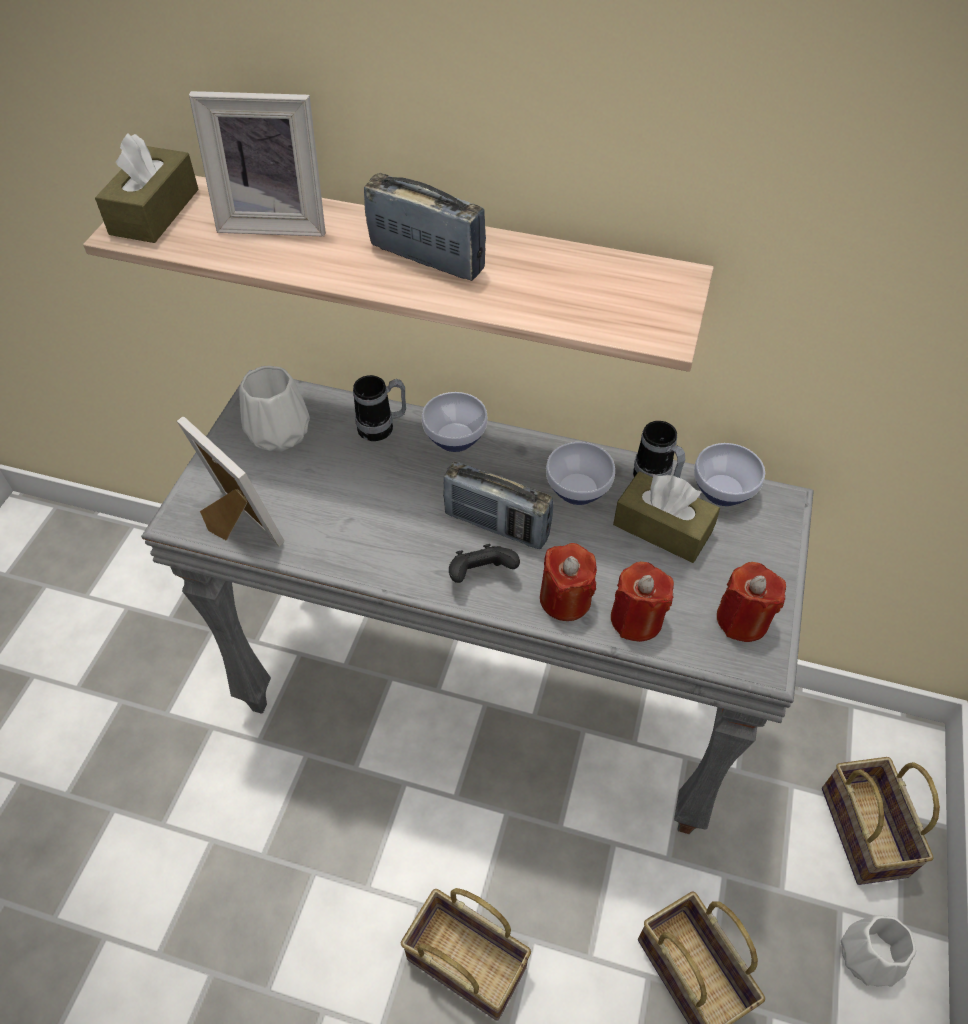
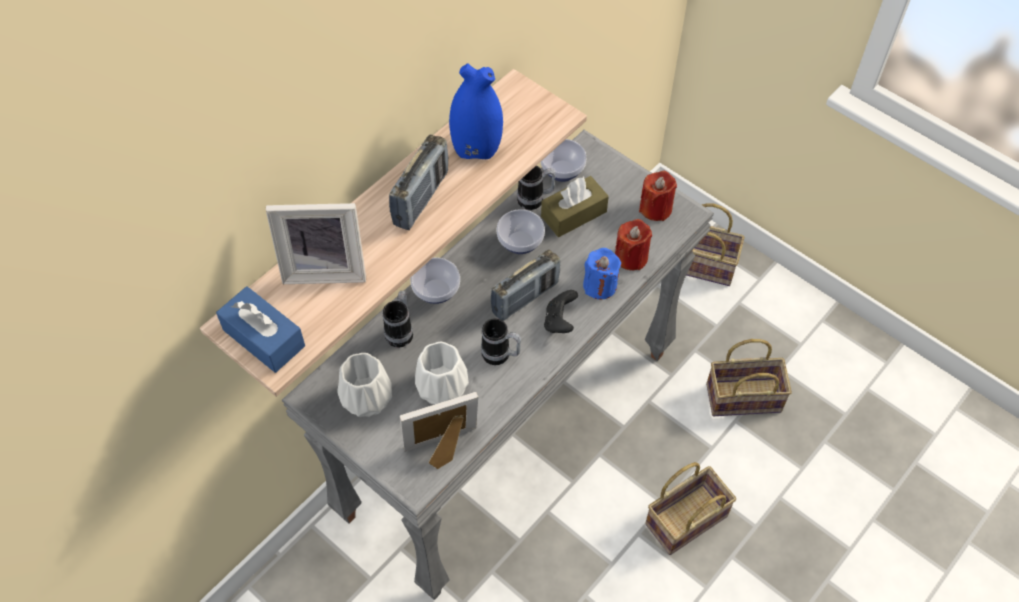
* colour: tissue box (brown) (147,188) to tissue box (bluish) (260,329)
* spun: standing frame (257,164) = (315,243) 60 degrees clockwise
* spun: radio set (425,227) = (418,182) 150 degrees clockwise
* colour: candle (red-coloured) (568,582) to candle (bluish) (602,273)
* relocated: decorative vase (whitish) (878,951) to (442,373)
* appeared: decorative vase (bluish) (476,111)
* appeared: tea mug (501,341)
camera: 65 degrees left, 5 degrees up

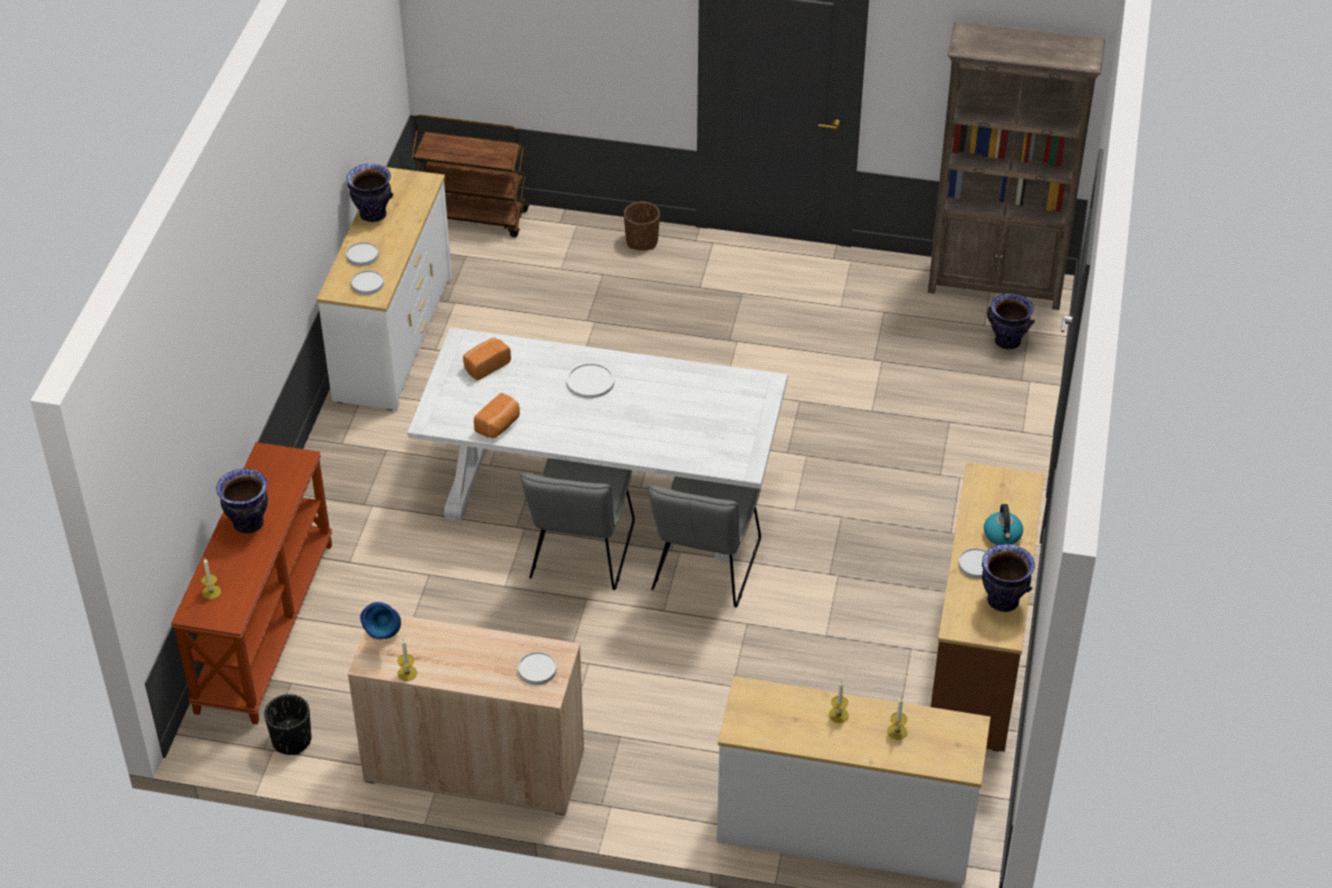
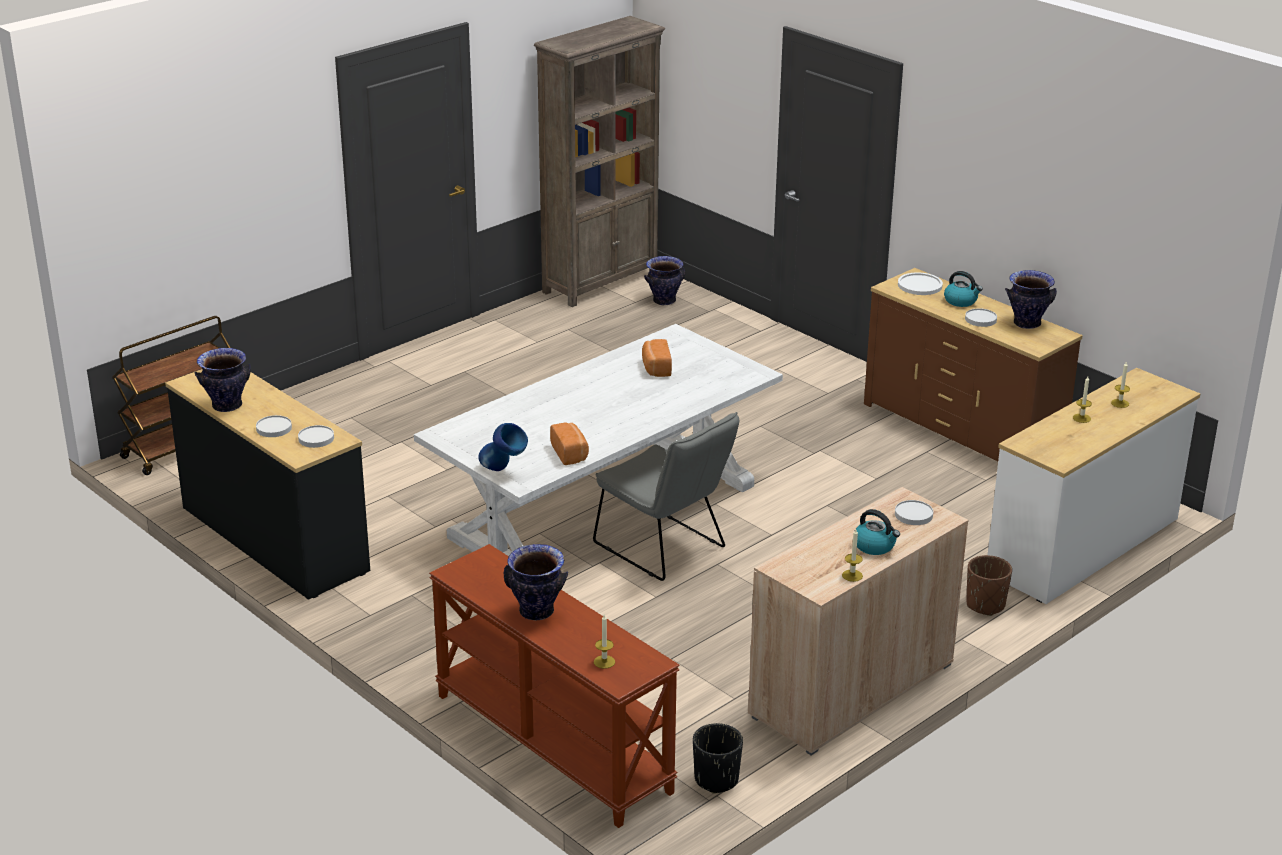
* colour: drawer chest (whitish) (384,288) to drawer chest (blackish) (267,484)
* relocated: decorative vase (bluish) (380,620) to (503,447)
* relocated: bakery bread (487,359) to (657,358)
* relocated: dinner plate (whitish) (590,380) to (920,283)
* relocated: planter (brown) (642,226) to (989,585)
* missing: chair (greyish) (704,542)
* appeared: kettle (878,532)
camera: 55 degrees left, 15 degrees down

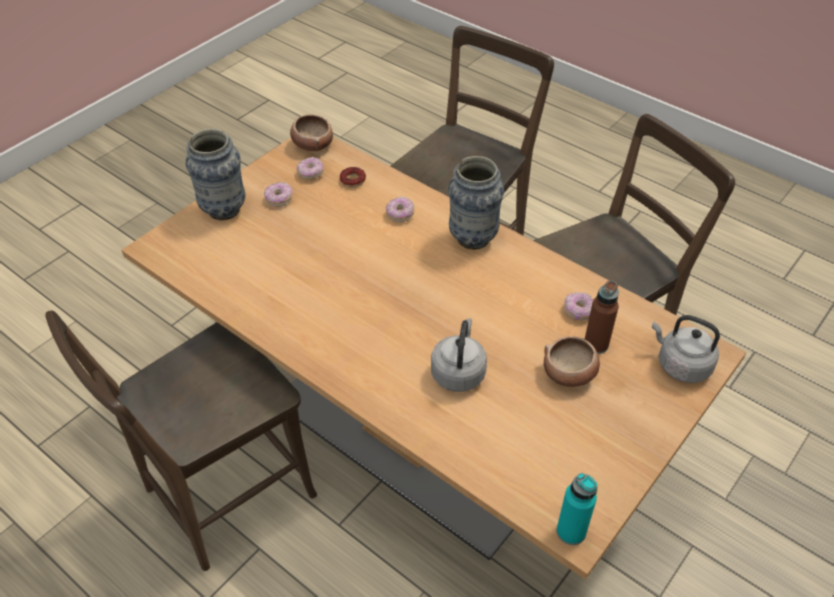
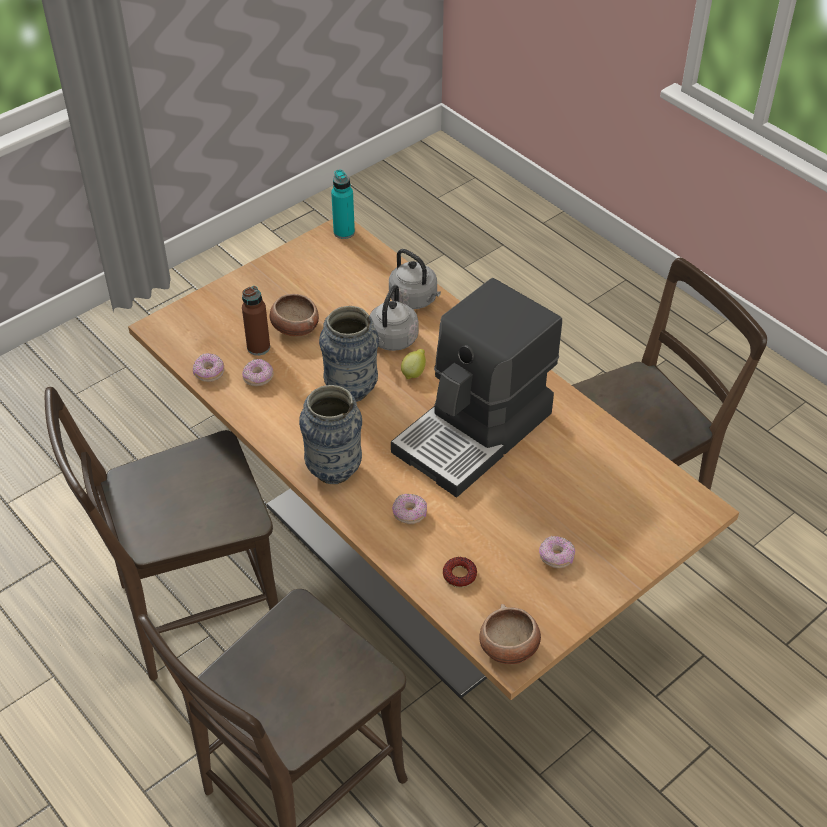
* relocated: decorative vase (215,174) to (349,354)
* relocated: doughnut (310,168) to (209,367)
* relocated: kettle (greyish) (686,349) to (415,279)
* appeared: coffee brewer (476,387)
* appeared: whole lemon (413,364)
camera: 170 degrees left, 0 degrees up

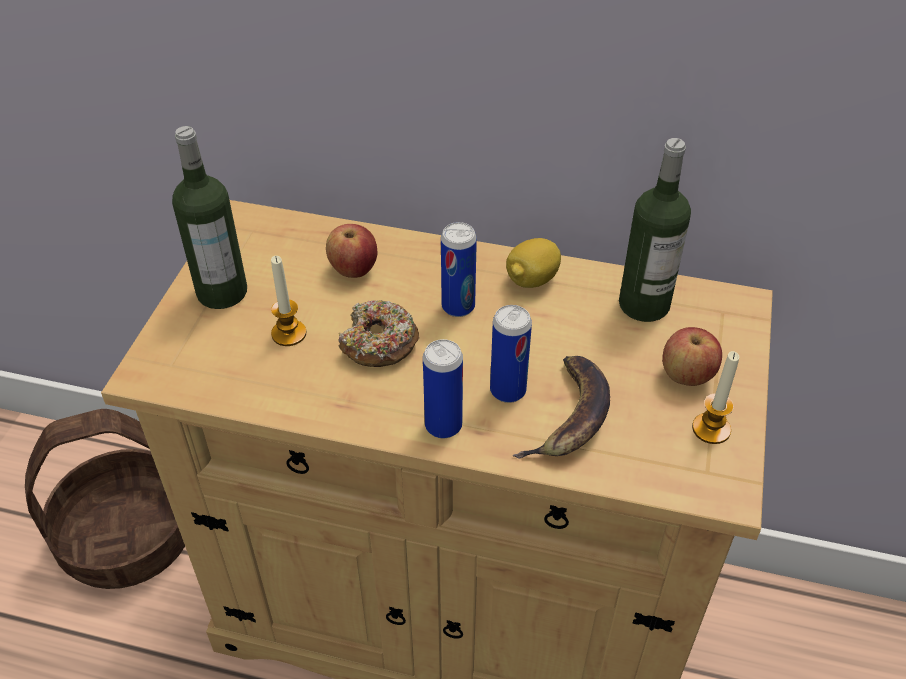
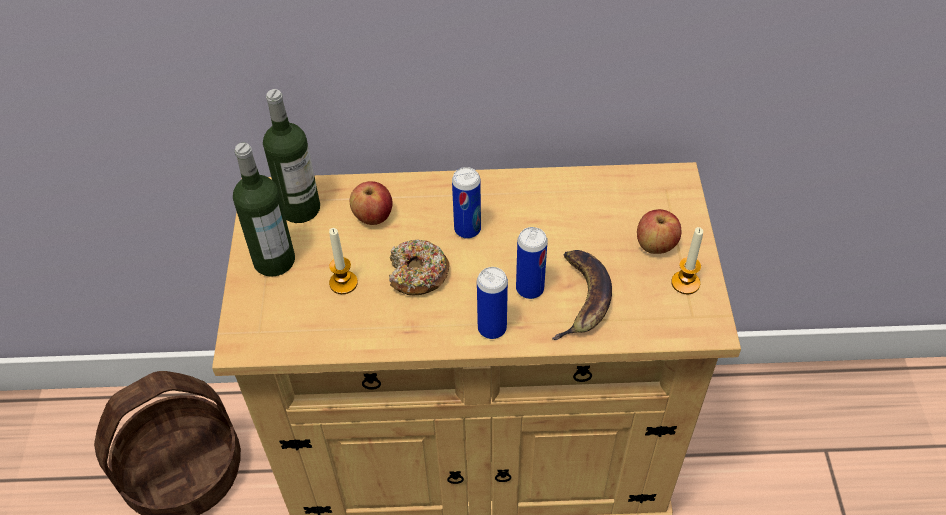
* missing: whole lemon (533,263)
* relocated: drink bottle (655,230) to (291,156)
camera: 15 degrees left, 5 degrees up

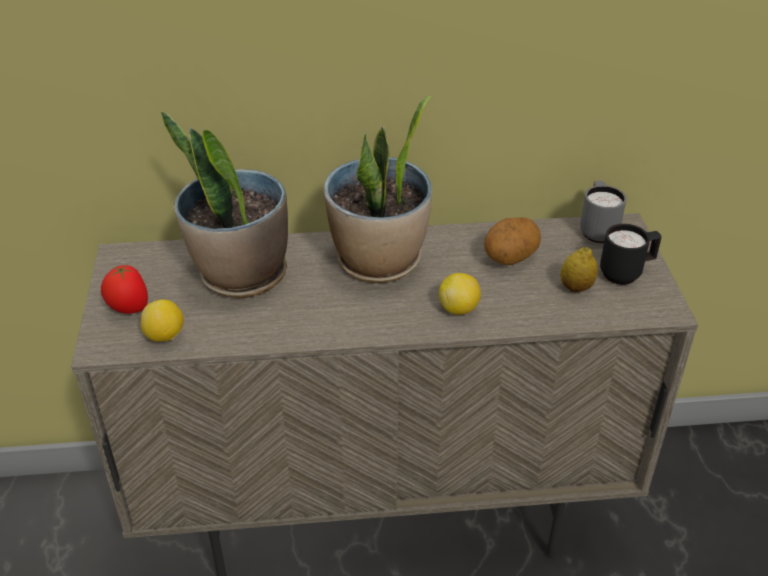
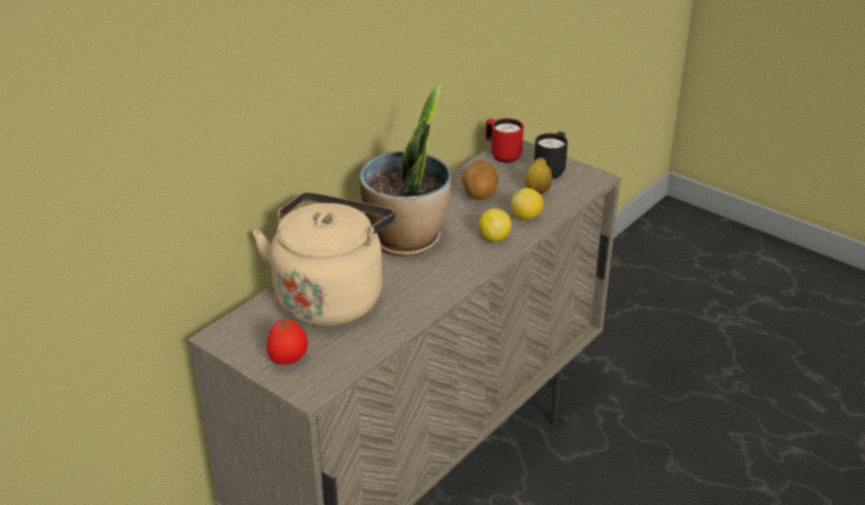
* relocated: whole lemon (162,320) to (527,204)
* exchanged: potted plant (224,204) to kettle (beige-coloured) (323,259)
* colour: tea mug (greyish) (603,212) to tea mug (red-coloured) (505,140)
camera: 45 degrees left, 5 degrees down

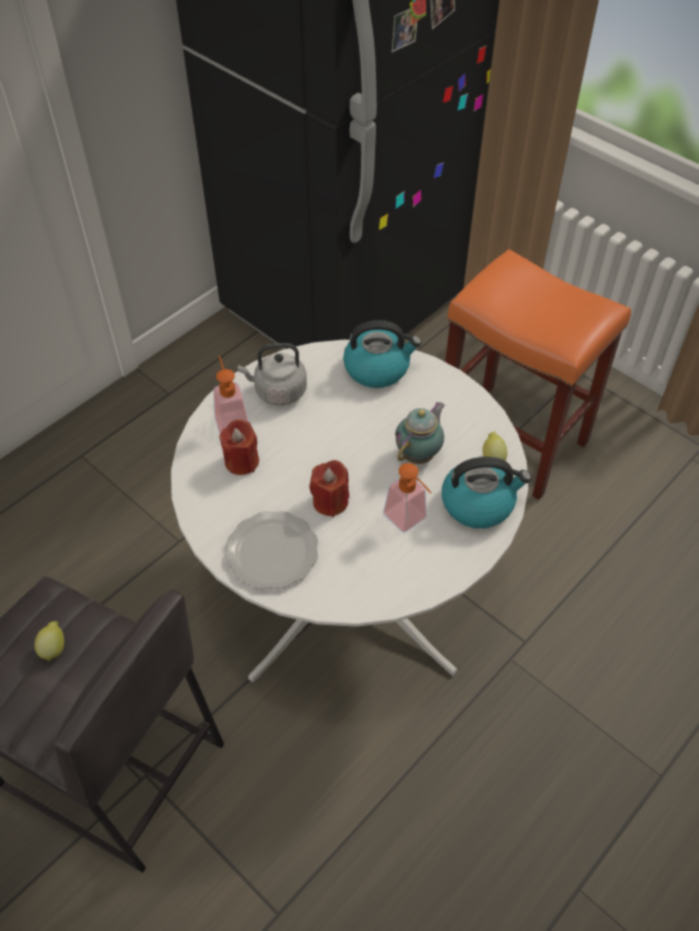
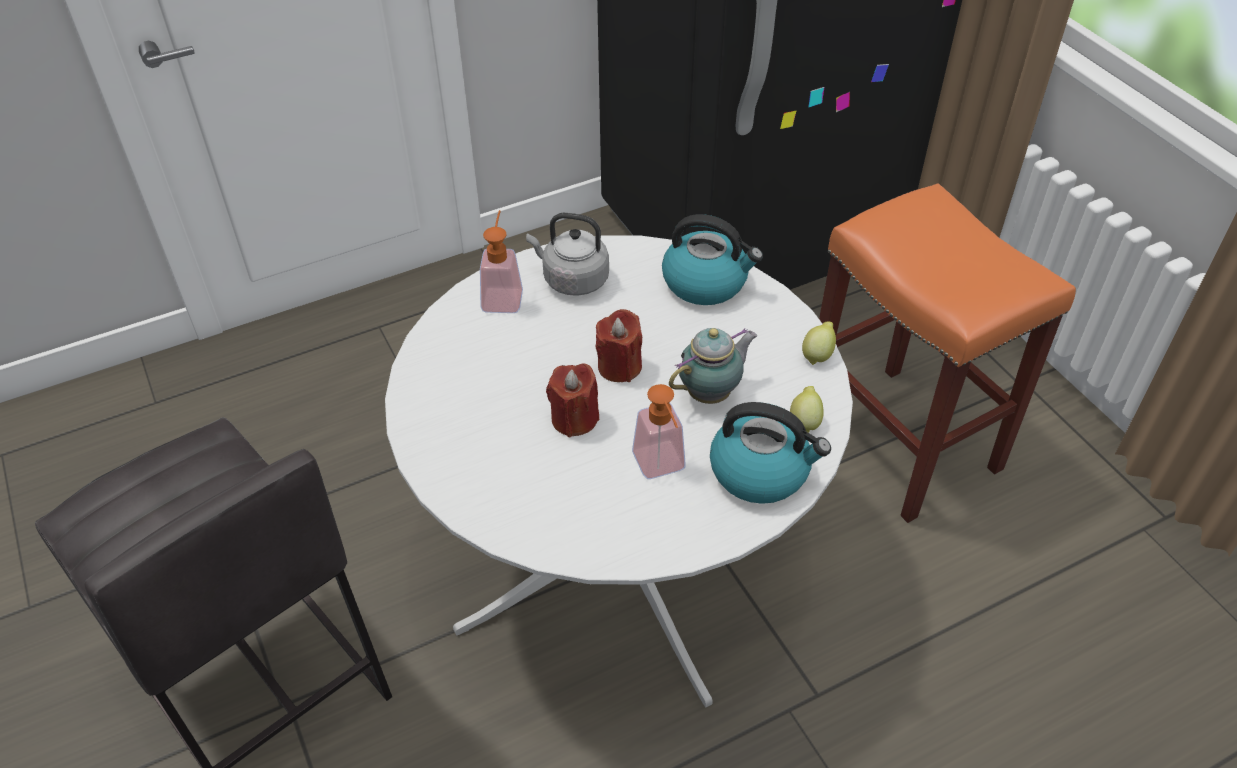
* relocated: whole lemon (49,641) to (819,343)
* relocated: candle (red-coloured) (239,447) to (619,345)
* missing: dinner plate (272,550)
camera: 20 degrees right, 5 degrees down

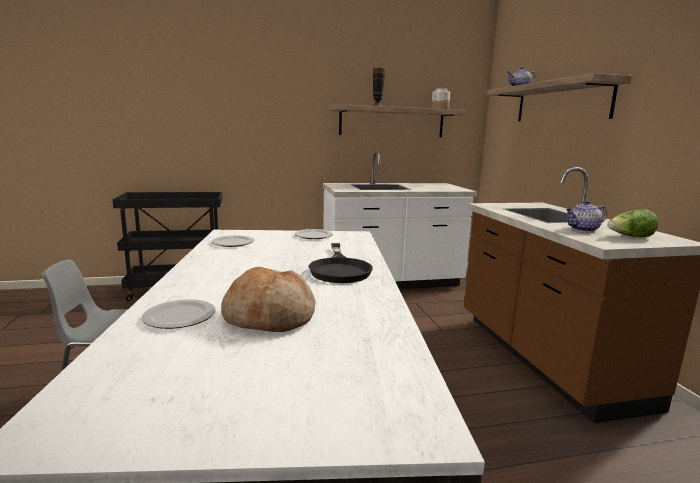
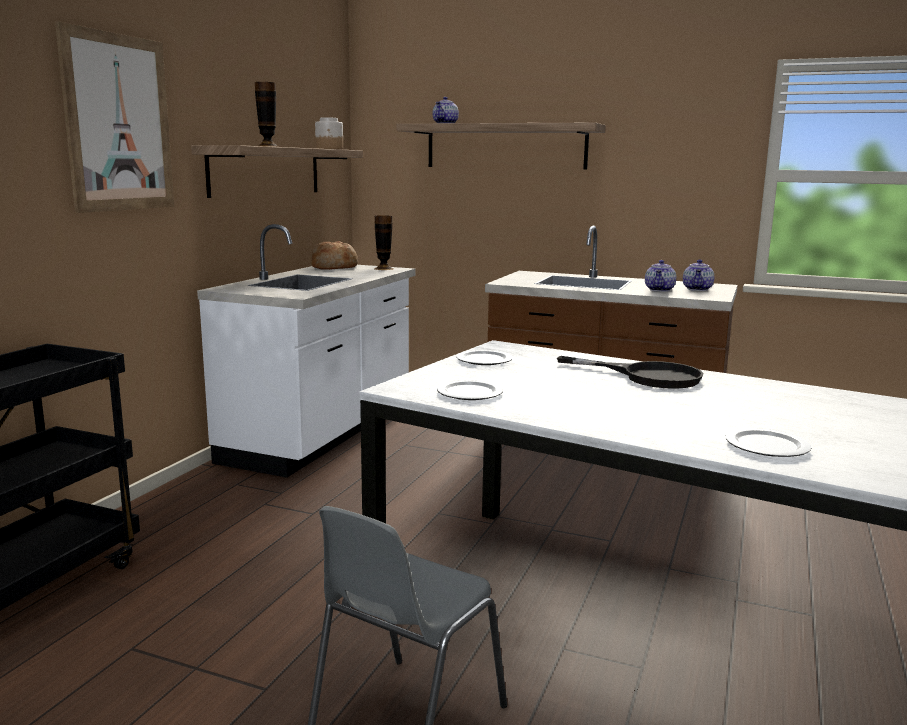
* relocated: bakery bread (268,299) to (334,255)
* exchanged: lettuce head (633,223) to pot for tea (698,275)
* appeared: picture (115,117)
* appeared: decorative vase (383,242)
camera: 55 degrees left, 0 degrees up

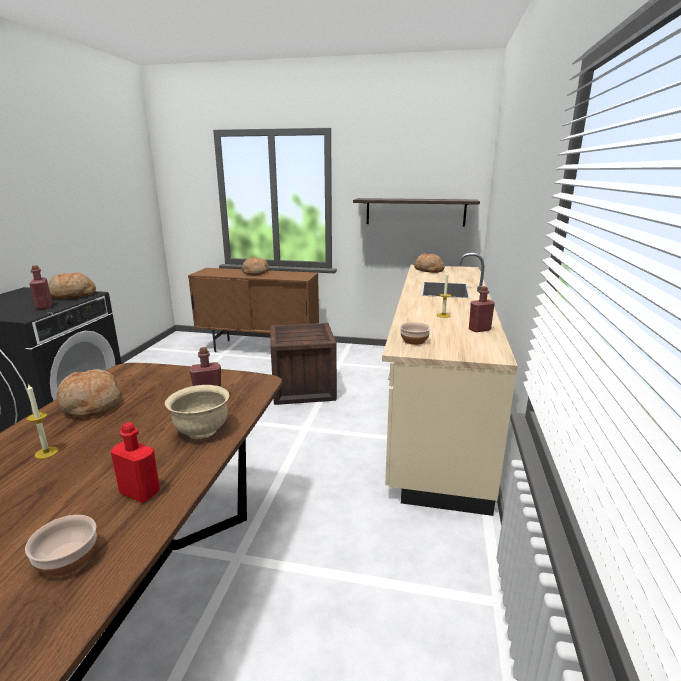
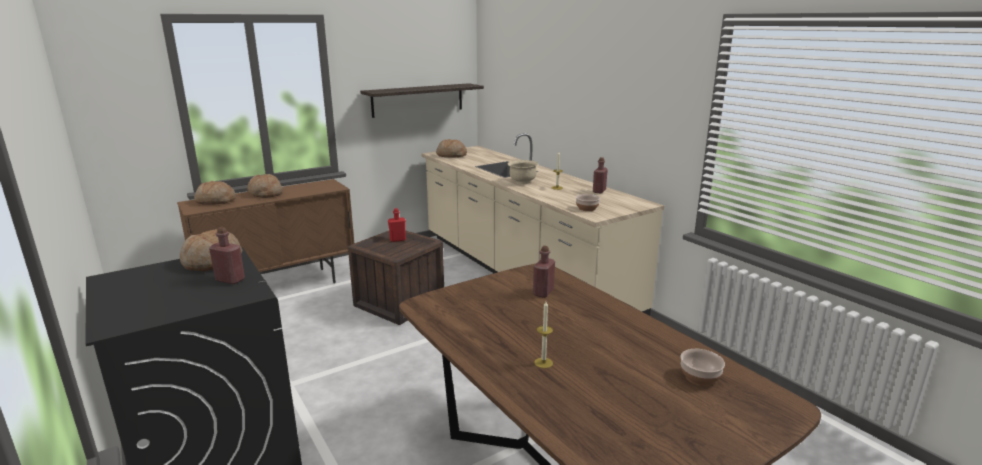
* relocated: bakery bread (88,393) to (215,193)
* relocated: drink bottle (red-coloured) (135,462) to (397,225)
* relocated: serving bowl (beige-coloured) (197,412) to (523,172)
camera: 45 degrees left, 0 degrees up

